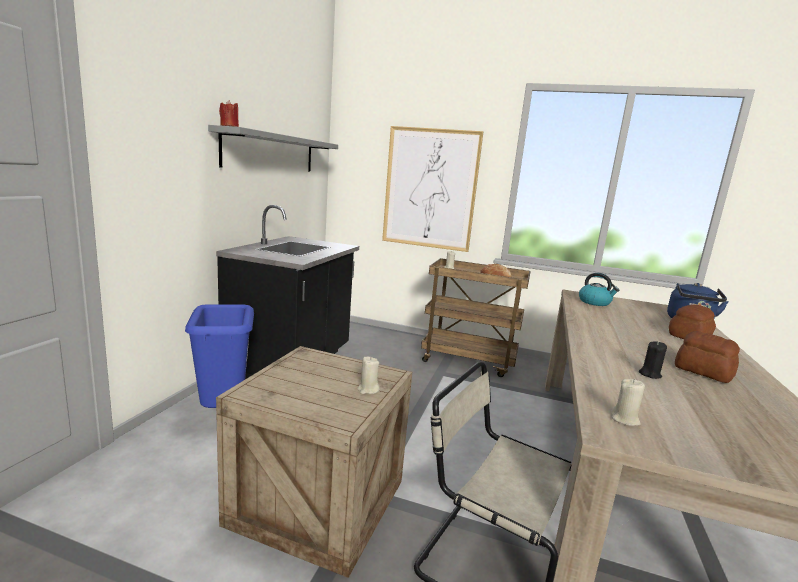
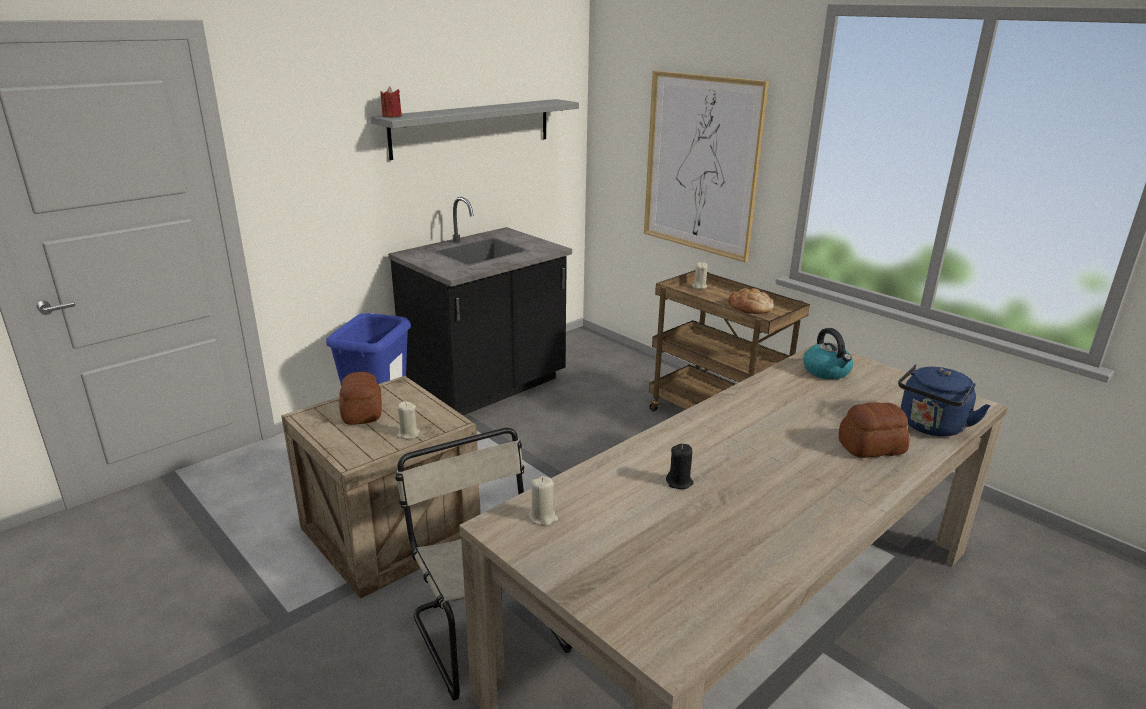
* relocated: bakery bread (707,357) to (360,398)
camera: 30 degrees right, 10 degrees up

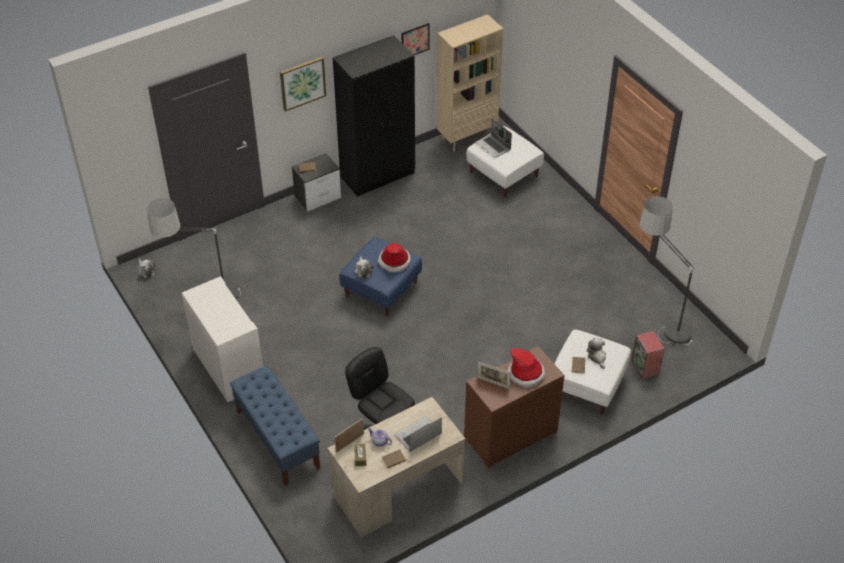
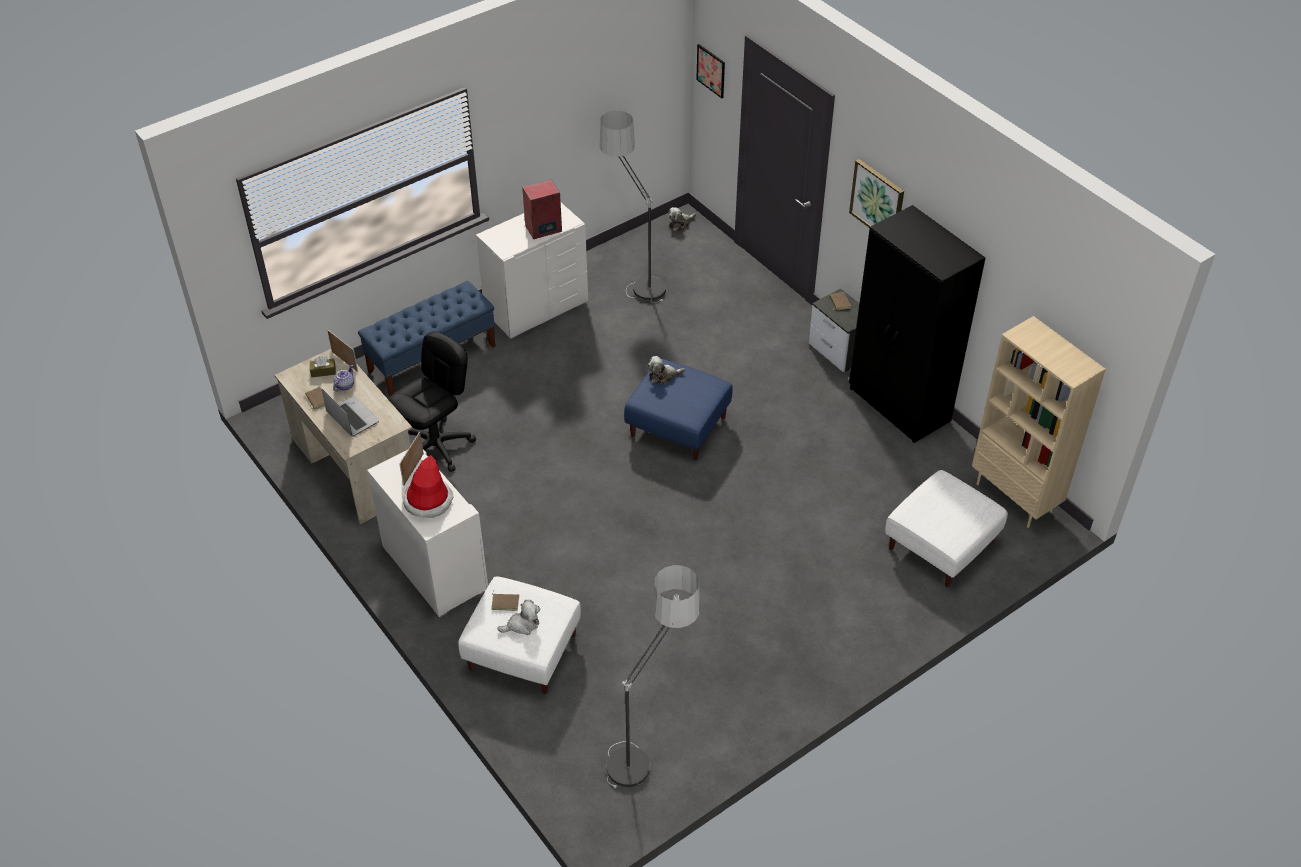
* missing: clothing hat (394,257)
* relocated: picture (416,39) to (710,71)
* colour: drawer chest (brown) (514,407) to drawer chest (whitish) (427,533)
* missing: notebook computer (494,138)
* relocated: loudspeaker (648,354) to (542,209)
camera: 85 degrees right, 0 degrees up

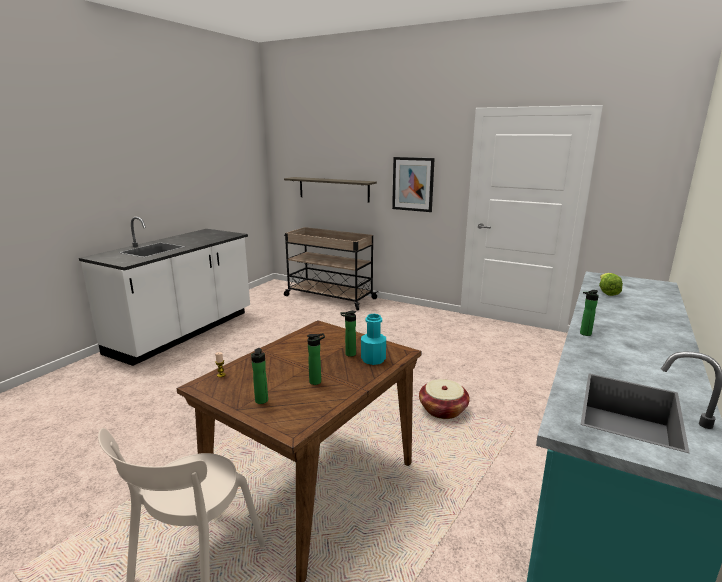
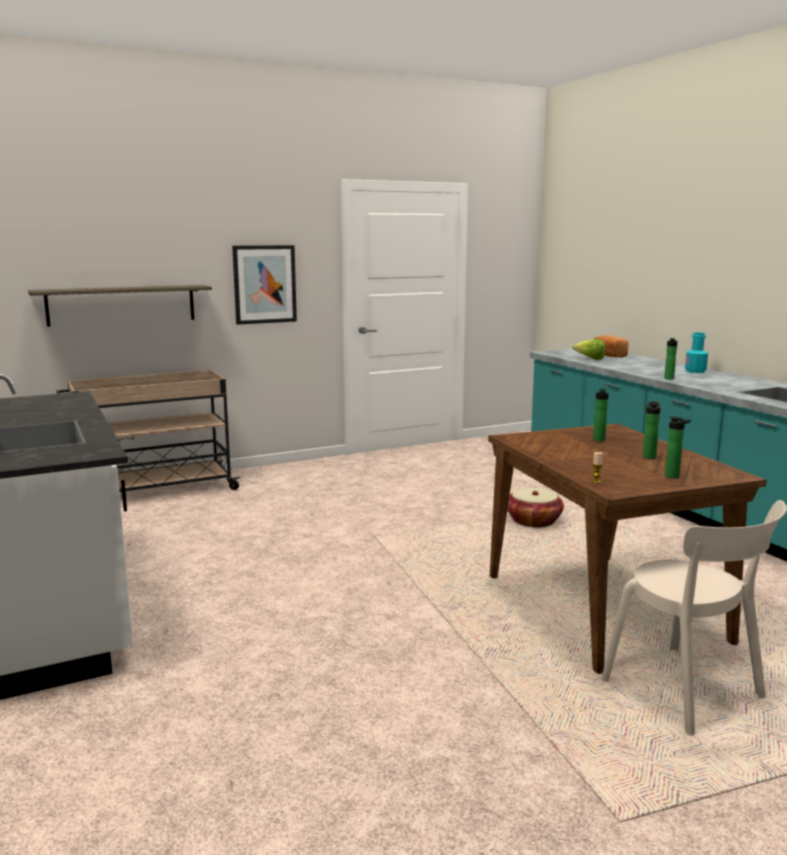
* relocated: drink bottle (turquoise-coloured) (373,339) to (696,352)
* appeared: bakery bread (611,346)
camera: 55 degrees left, 5 degrees down

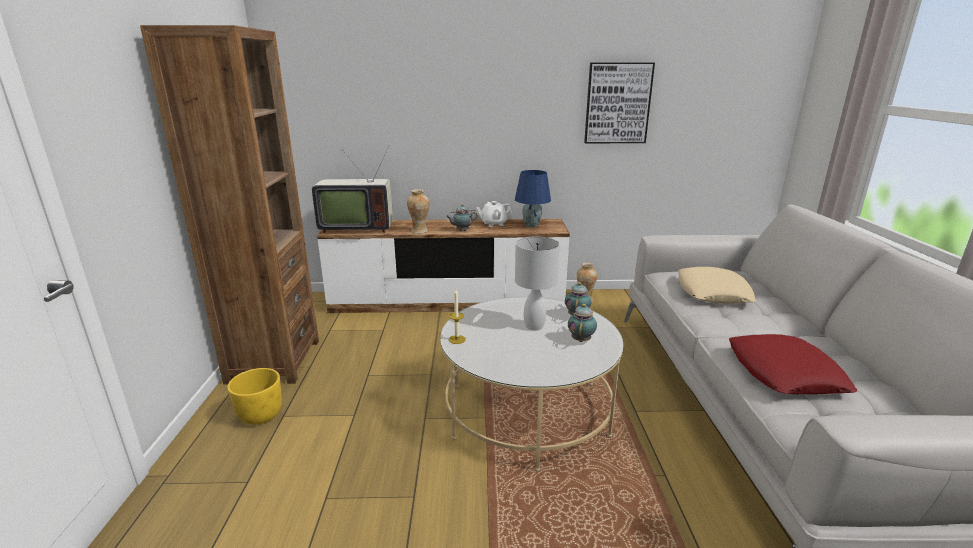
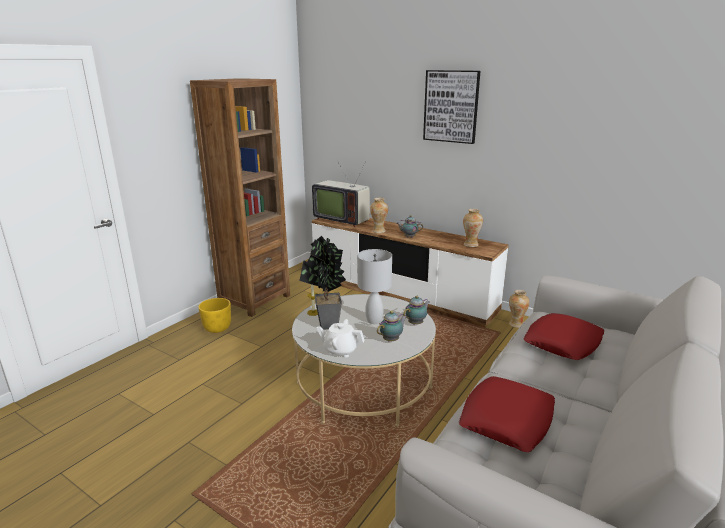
* relocated: pot for tea (whitish) (494,214) to (340,338)
* exchanged: table lamp (bluish) (533,198) to decorative vase (473,228)
* relocated: picture (619,103) to (451,107)
* colour: cushion (beige-coloured) (717,285) to cushion (red-coloured) (563,336)
* appeared: potted plant (322,283)
camera: 35 degrees right, 0 degrees up

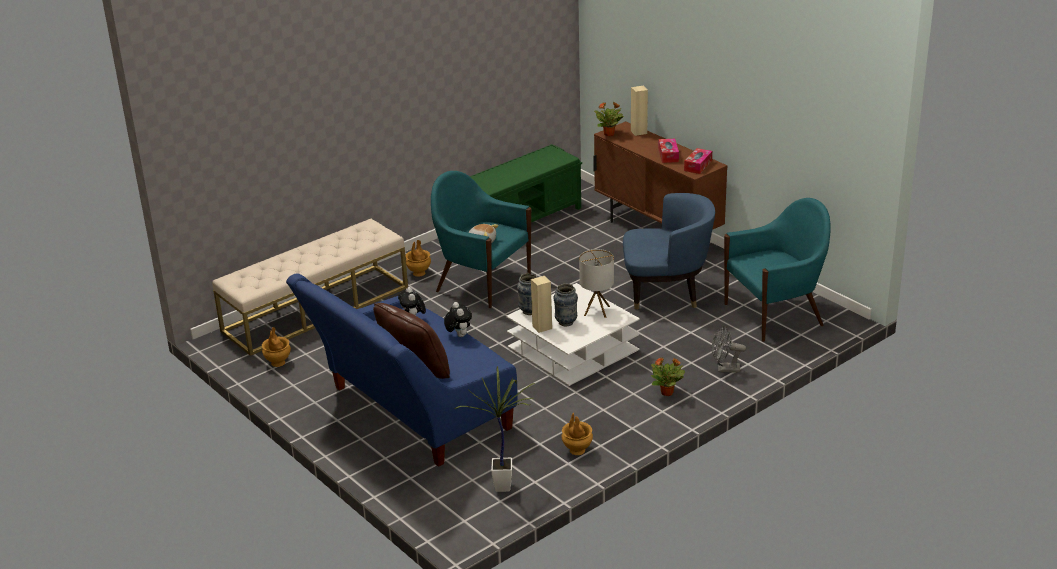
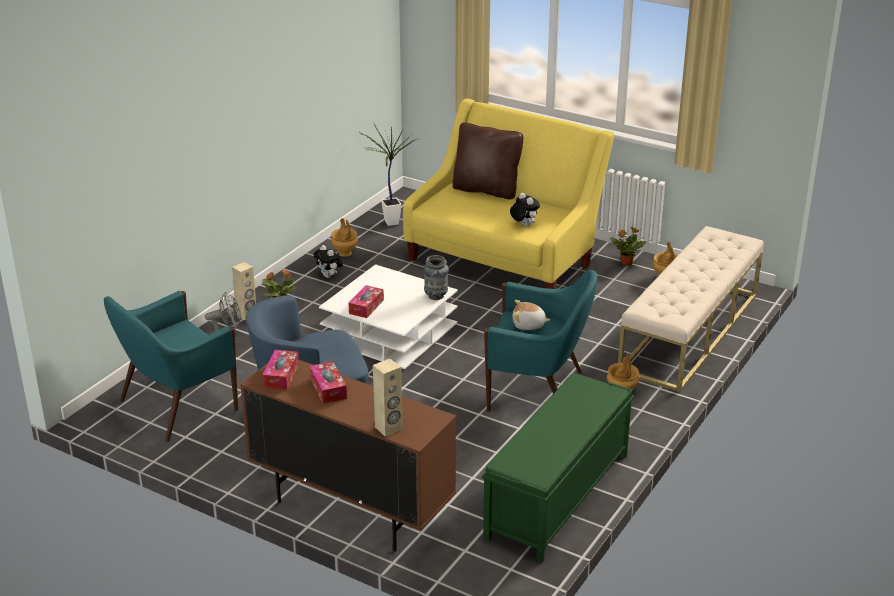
* colour: sofa (bluish) (401,370) to sofa (yellow-coloured) (508,194)
* relocated: soft toy (458,319) to (328,261)
* relocated: loudspeaker (beige-coloured) (541,304) to (244,291)
* missing: decorative vase (565,305)
* exchanged: table lamp (596,283) to tissue box (366,301)
* relocated: potted plant (609,119) to (628,246)
camera: 160 degrees right, 0 degrees up

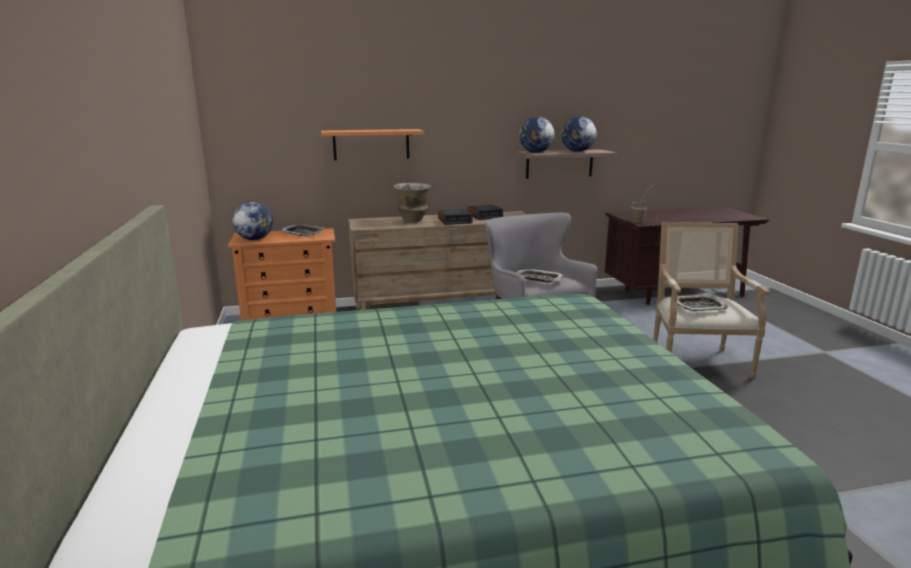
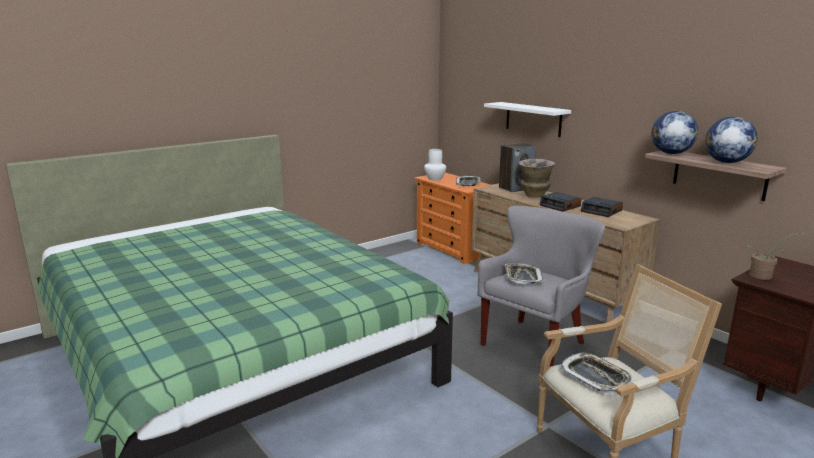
* exchanged: globe (252,220) to decorative vase (whitish) (435,164)
* colour: bracket shelf (orange) (372,144) to bracket shelf (whitish) (527,119)
* appeared: loudspeaker (517,167)
camera: 65 degrees right, 0 degrees up

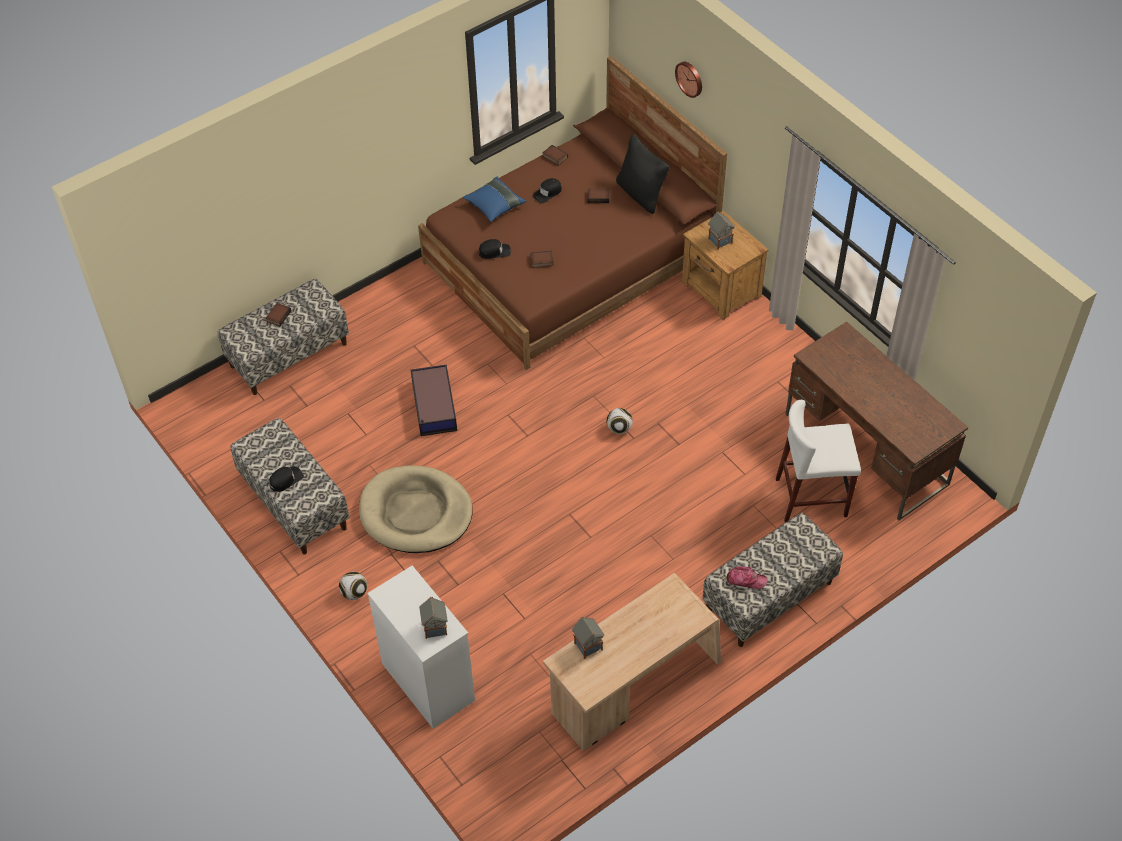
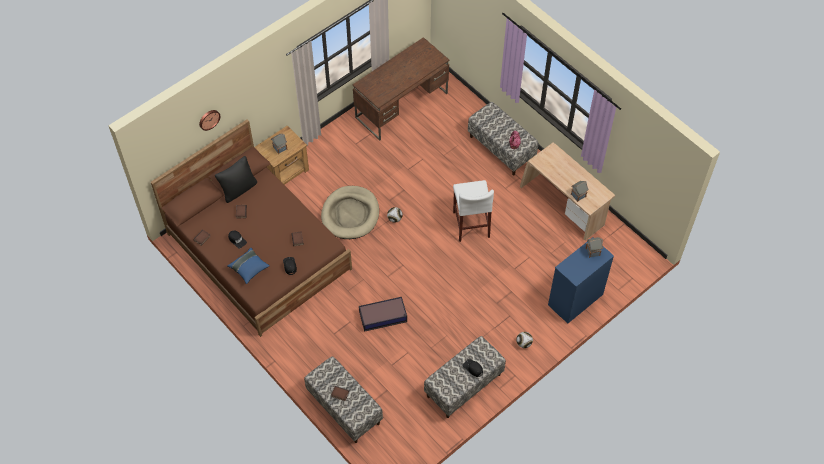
* relocated: dog cushion (beige-coloured) (416,509) to (350,212)
* colour: drawer chest (whitish) (421,647) to drawer chest (bluish) (581,280)
* relocated: sitting stool (whitish) (818,461) to (473,211)
camera: 95 degrees left, 5 degrees up

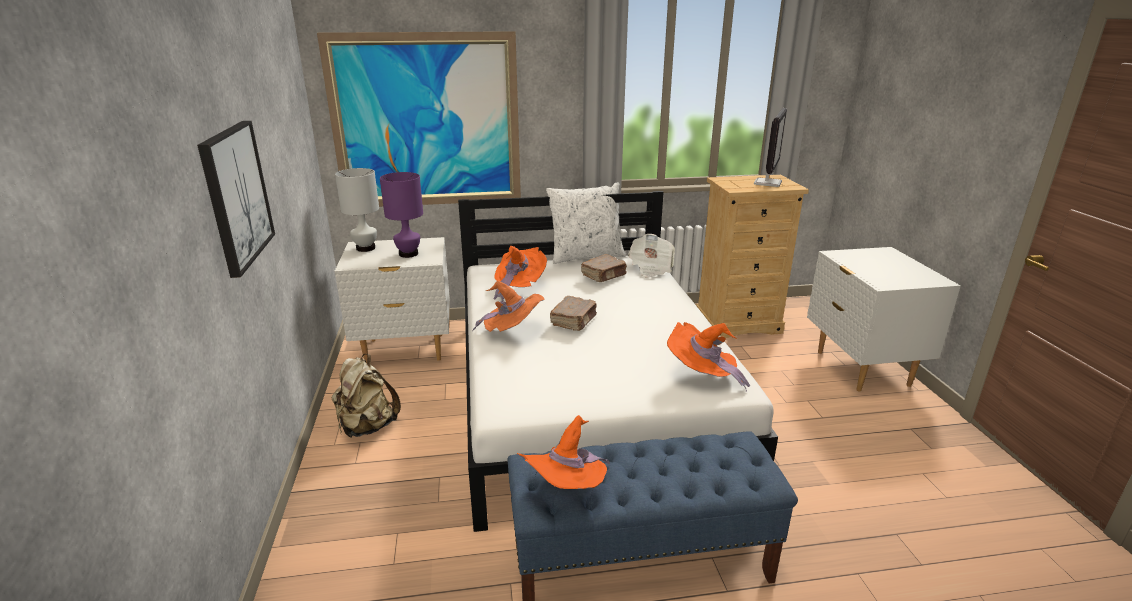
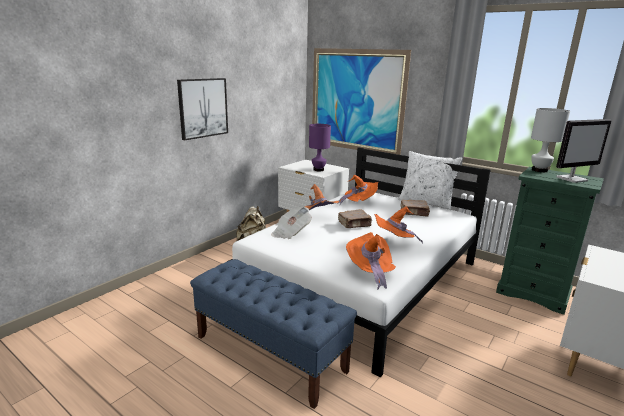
* relocated: table lamp (whitish) (357,210) to (550,140)
* relocated: clothing hat (orange) (563,452) to (398,224)
* relocated: daily paper (651,255) to (291,223)
* colour: drawer chest (beige-coloured) (752,256) to drawer chest (greenish) (550,241)
camera: 45 degrees right, 5 degrees down

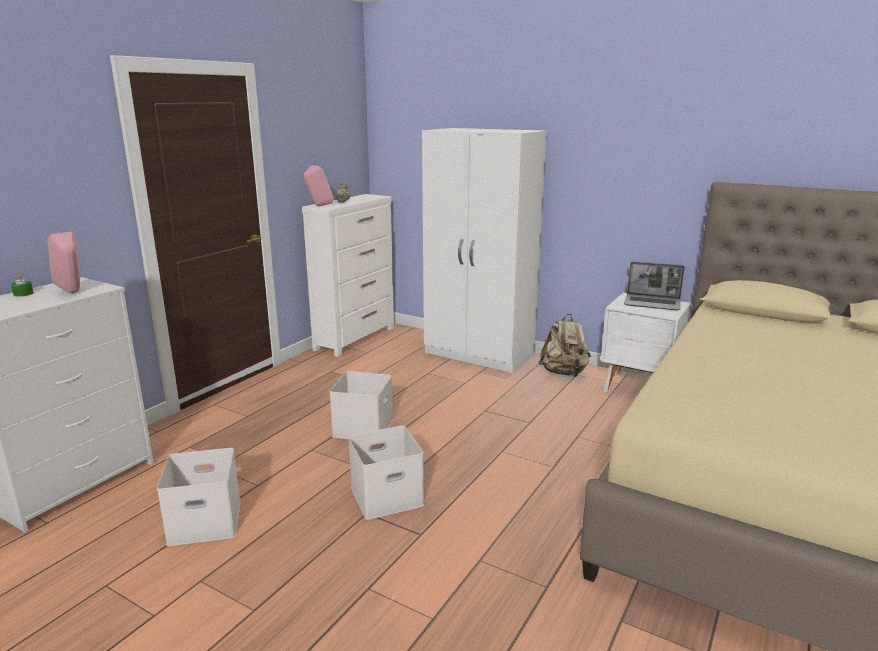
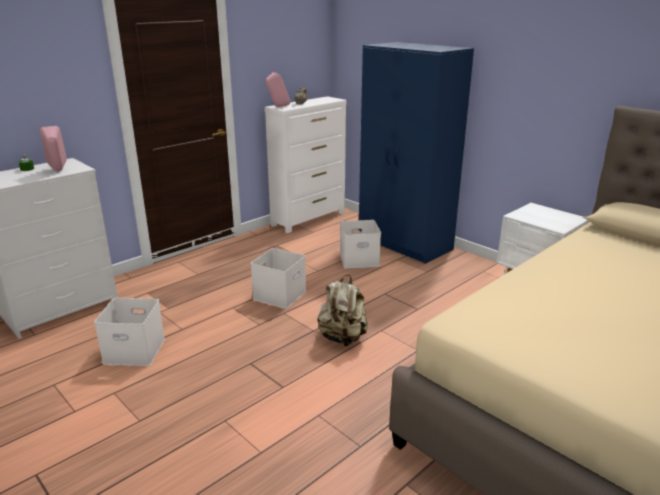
* relocated: storage bin (whitish) (386,472) to (360,244)
* colour: armoire (whitish) (484,250) to armoire (bluish) (416,153)
* relocated: rucksack (beige-coloured) (565,345) to (342,310)
* missing: notebook computer (654,285)
camera: 15 degrees right, 5 degrees up

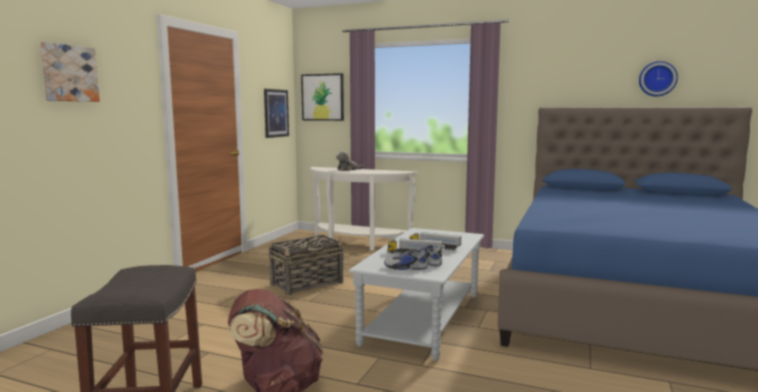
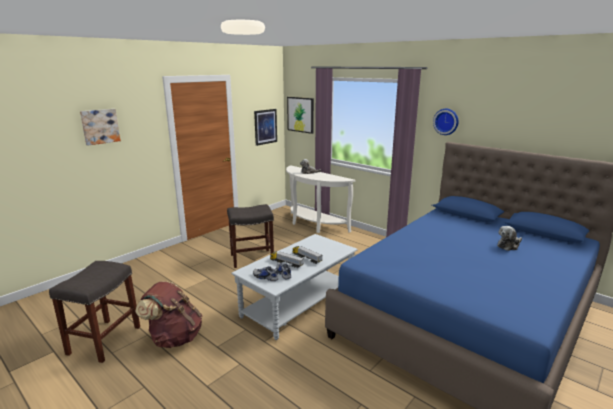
* exchanged: basket (306,265) to sitting stool (greyish) (250,236)
* relocated: wall clock (658,78) to (446,122)
* appeared: soft toy (509,238)
camera: 20 degrees right, 10 degrees up

